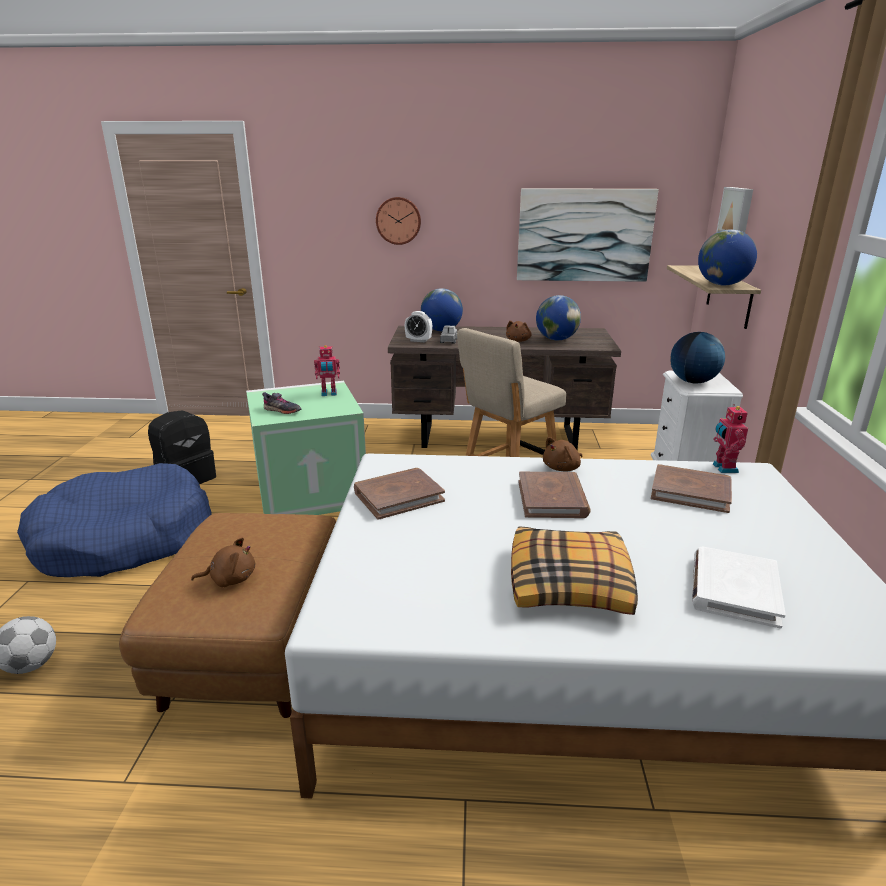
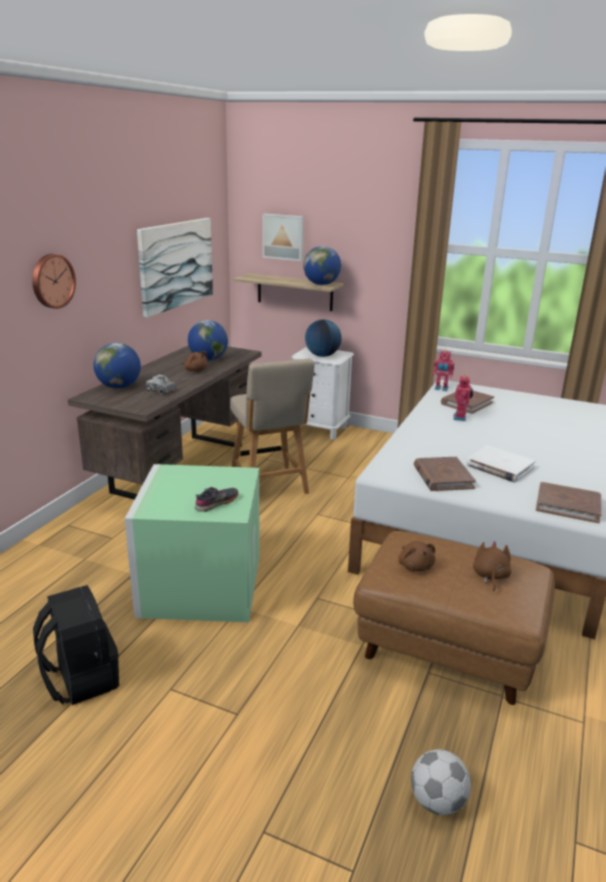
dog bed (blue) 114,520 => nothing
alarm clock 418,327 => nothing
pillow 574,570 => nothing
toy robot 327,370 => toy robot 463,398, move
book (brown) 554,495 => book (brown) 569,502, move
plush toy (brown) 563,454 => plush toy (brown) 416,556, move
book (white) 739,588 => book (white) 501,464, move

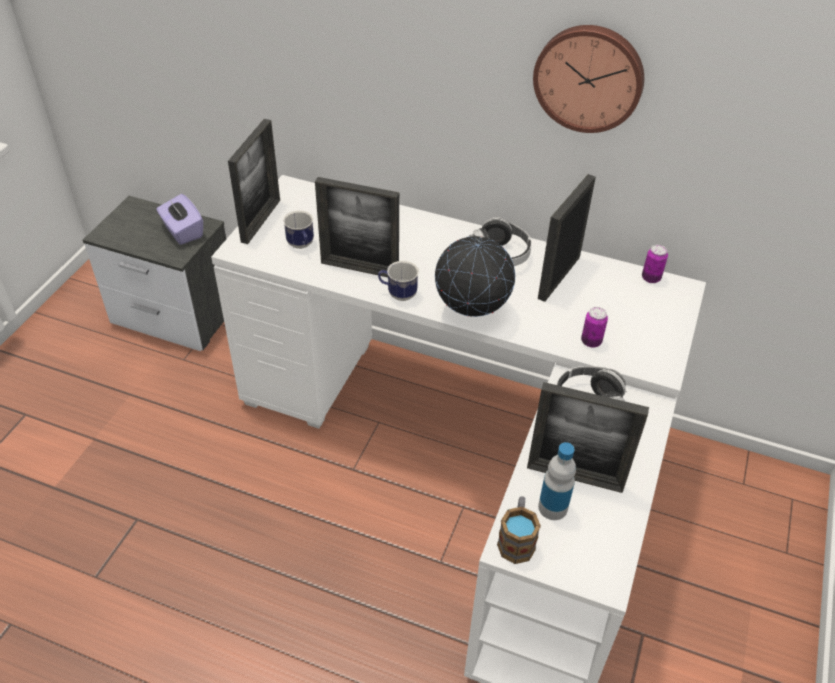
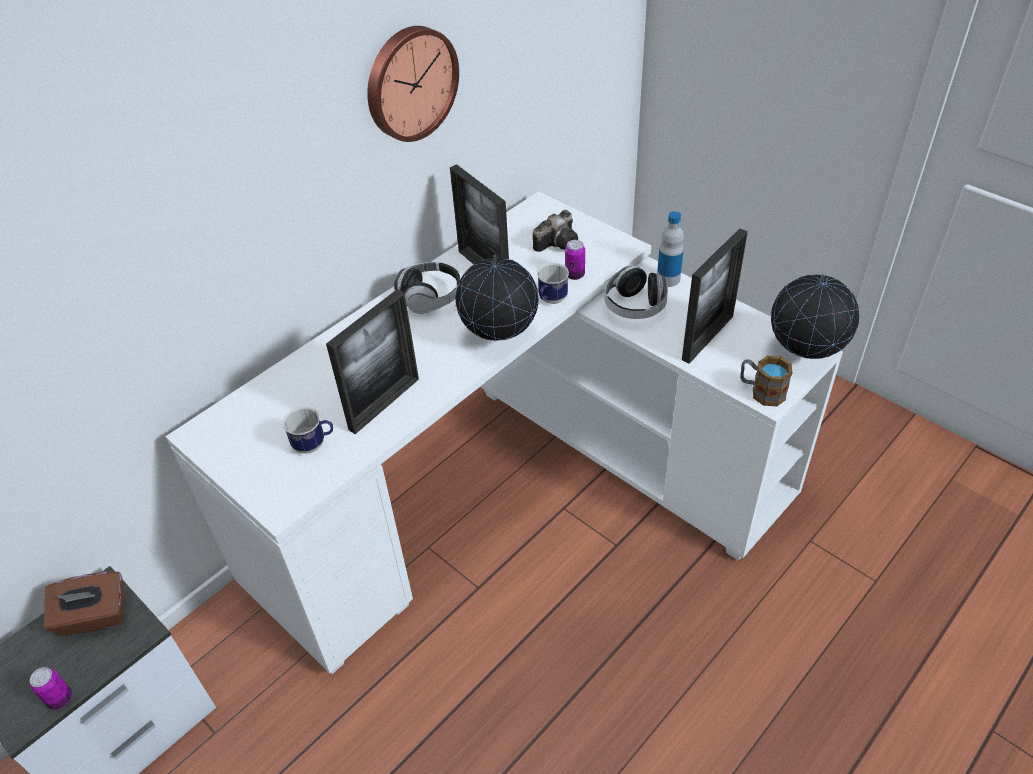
picture frame 254,181 => nothing
nothing => photo camera 555,231
nothing => globe 815,316
mug 398,281 => mug 553,283, move
bottle 557,481 => bottle 670,249, move
can 655,264 => can 51,688, move
tissue box (purple) 180,219 => tissue box (brown) 84,604

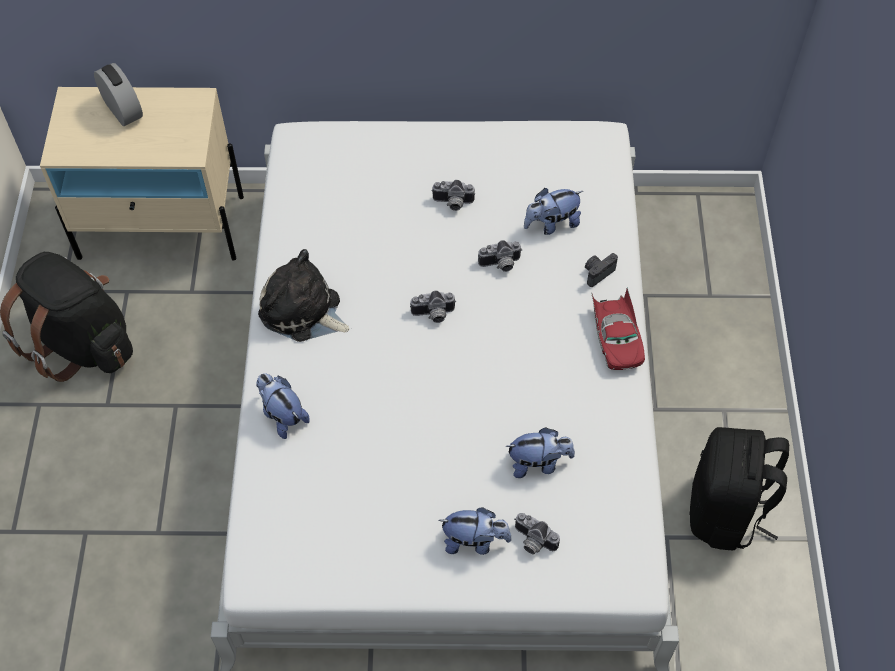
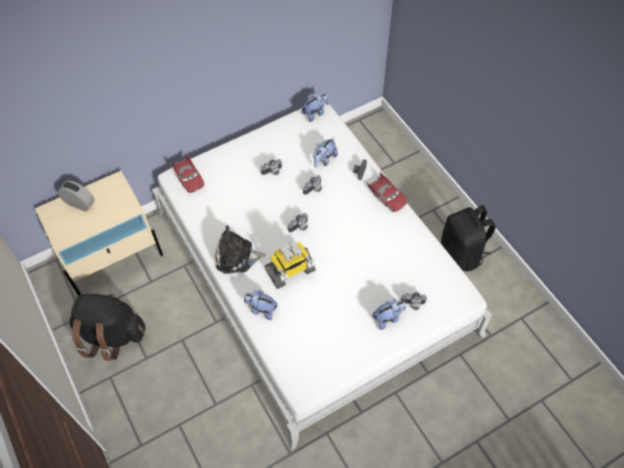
nothing => toy car (red) 186,173
nothing => toy robot 290,265
plush toy 540,452 => plush toy 315,107, move

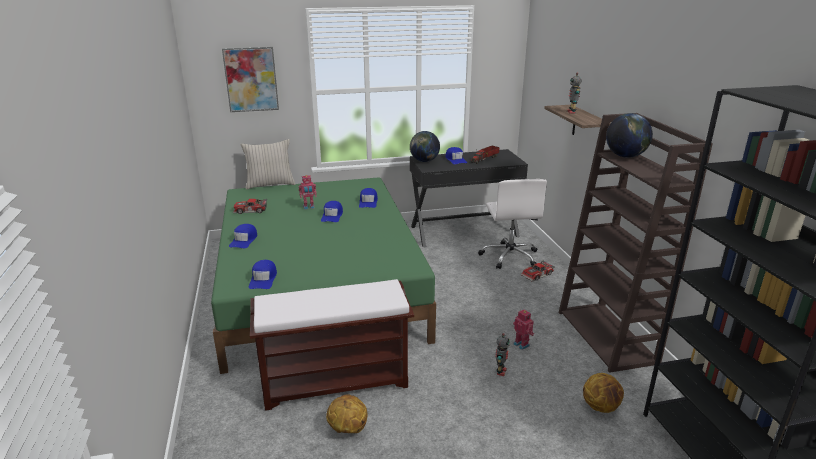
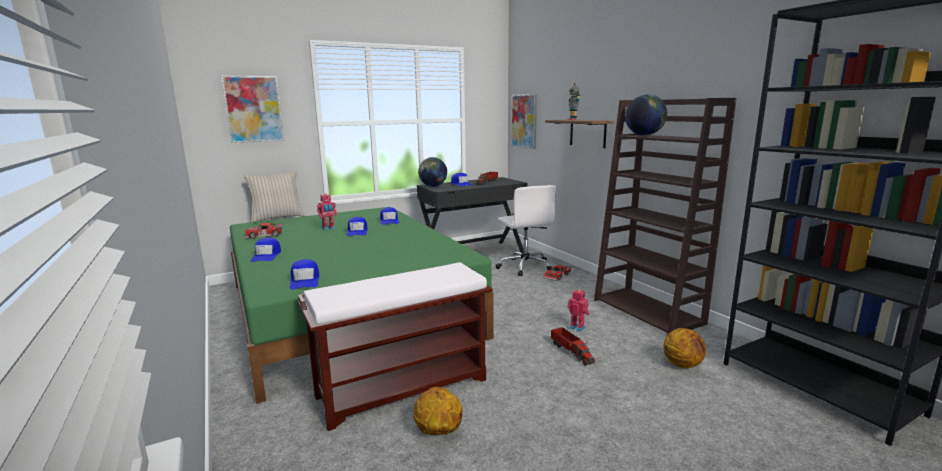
nothing => picture 524,121
toy robot 502,354 => toy truck 573,346

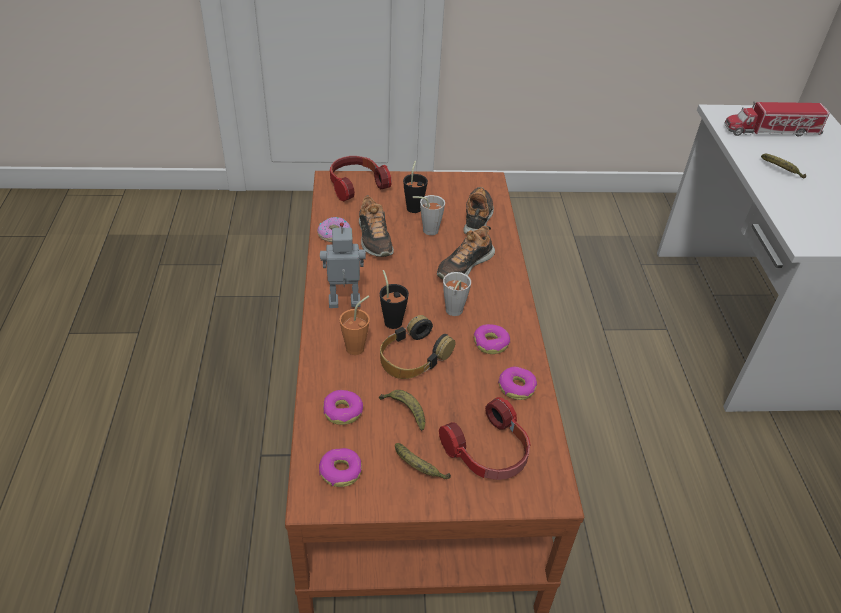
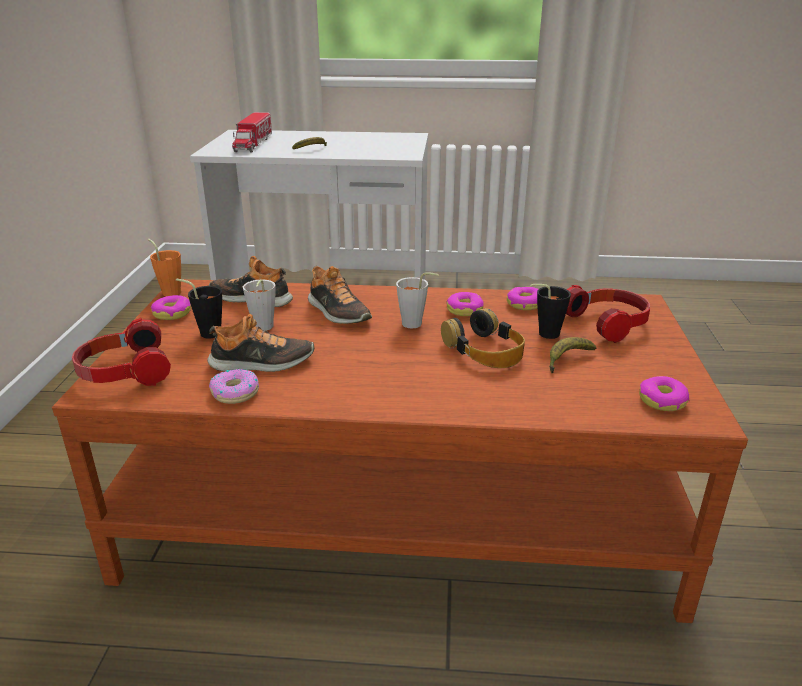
toy robot 343,265 => nothing
banana 423,461 => nothing
donut 343,407 => donut 171,307, move
cup (orange) 354,325 => cup (orange) 164,267, move
cup (black) 394,299 => cup (black) 550,311, move

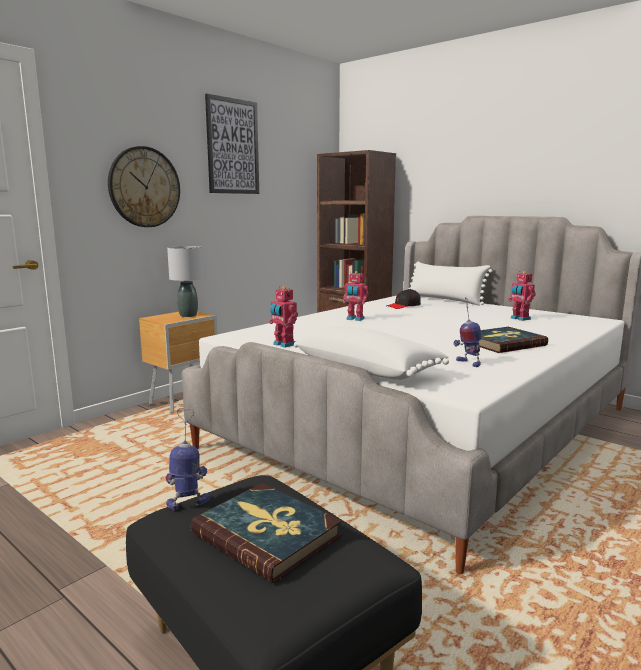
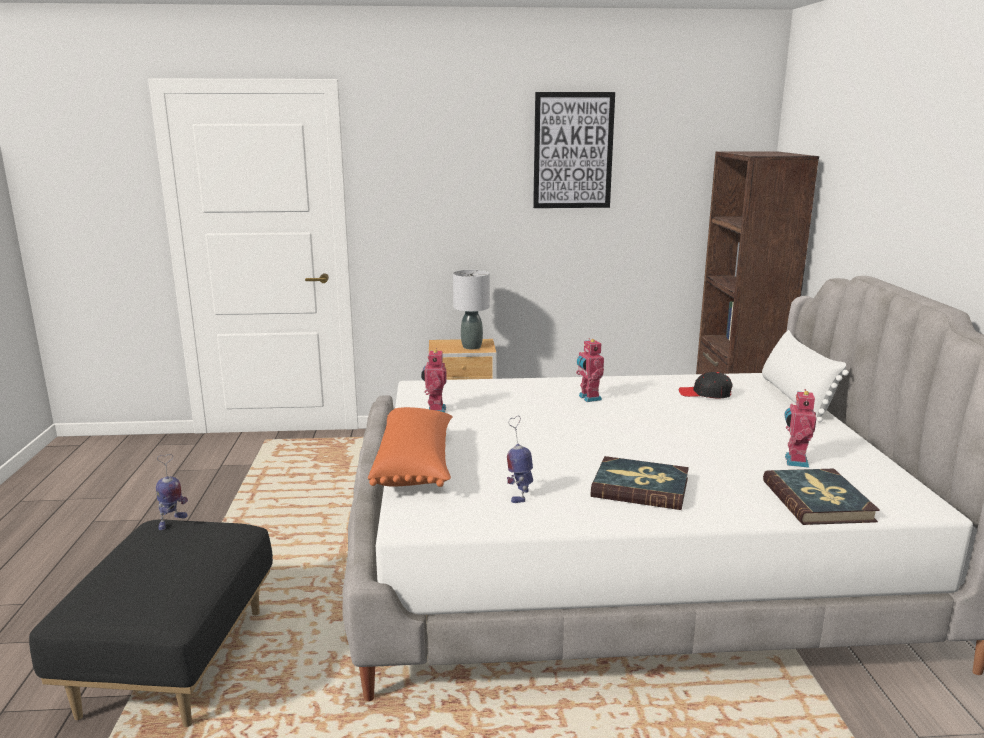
wall clock 144,186 => nothing
book 266,533 => book 821,497, move
pillow (white) 371,353 => pillow (orange) 410,447
toy robot 188,459 => toy robot 172,492, 90 degrees clockwise

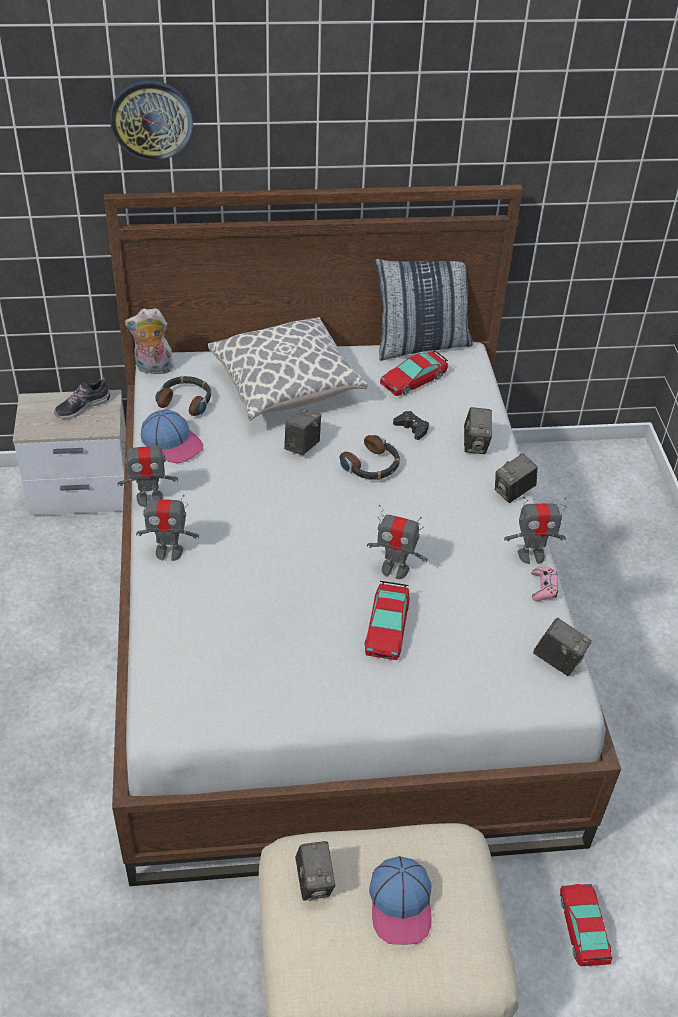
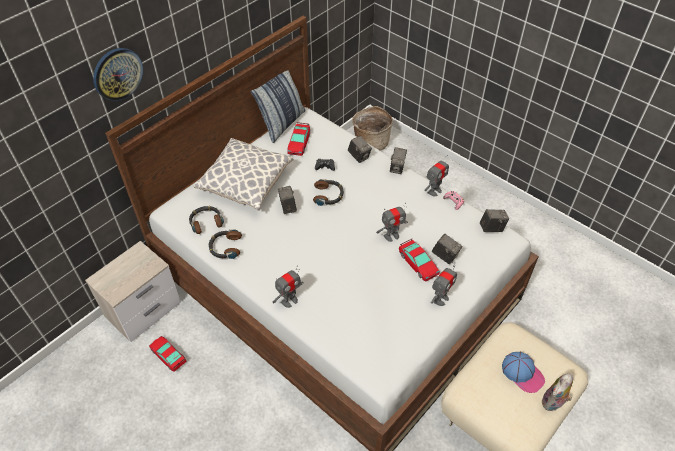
shoe 82,398 => nothing
nothing => basket 372,128
toy robot 147,473 => toy robot 444,286, move
plush toy 149,341 => plush toy 557,392, move
photo camera 315,871 => photo camera 447,249, move
toy car 586,925 => toy car 168,354, move
cap 172,436 => headphones 225,244

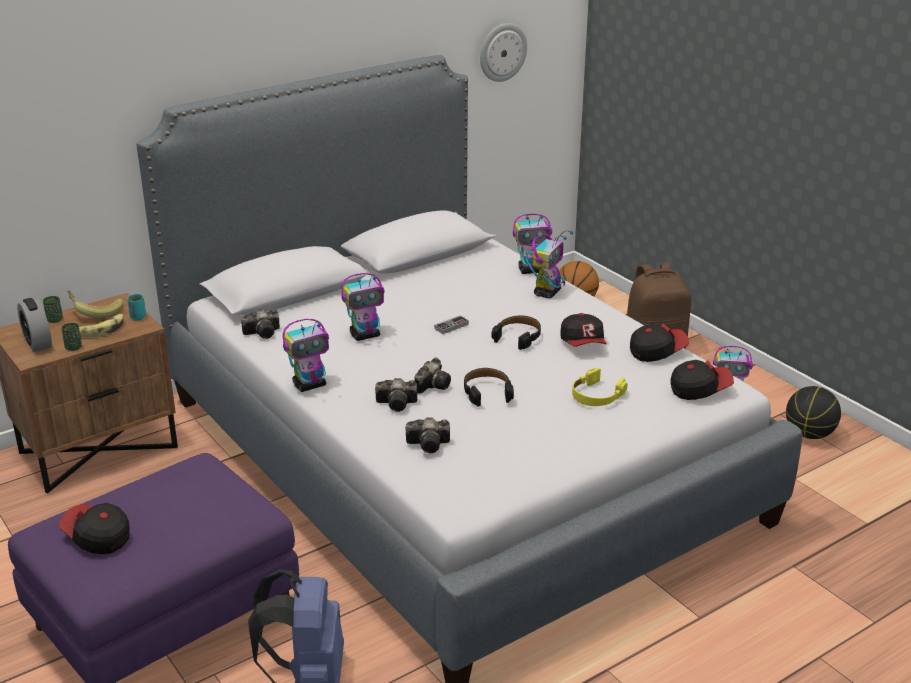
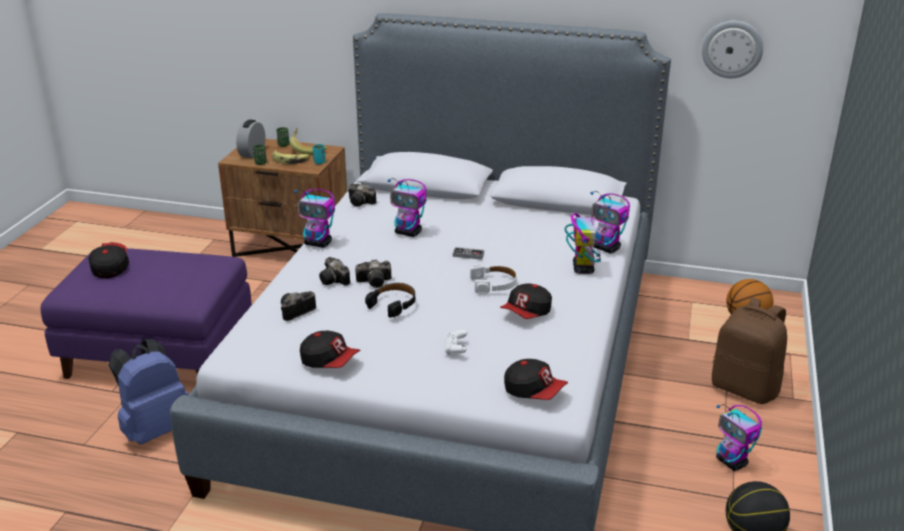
cap 659,343 => cap 330,349, move
headphones (yellow) 599,387 => game controller (white) 456,342
headphones (black) 516,333 => headphones (white) 493,279
photo camera 428,435 => photo camera 298,306, 90 degrees clockwise
toy robot 549,264 => toy robot 587,239, 75 degrees counterclockwise

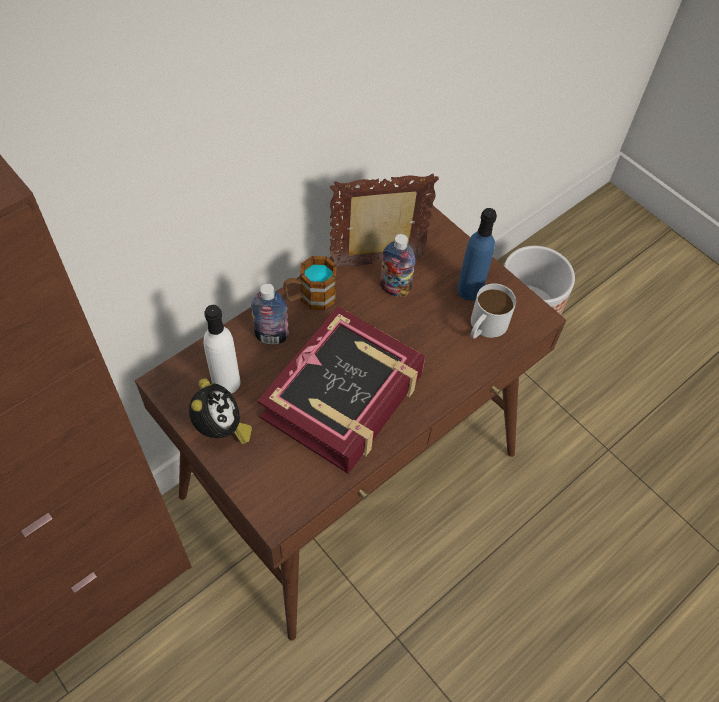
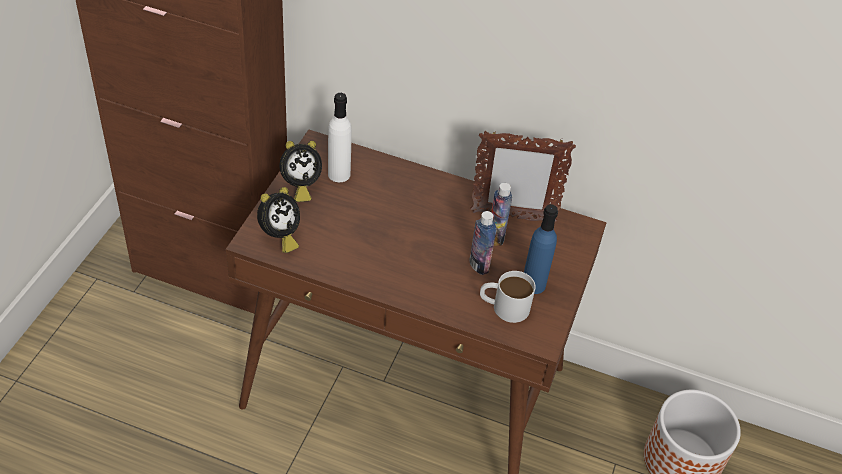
book 341,390 => nothing
mug 310,283 => nothing
nothing => alarm clock 278,220
bottle 270,314 => bottle 482,243, move
picture frame 384,220 => picture frame 523,176, 135 degrees clockwise

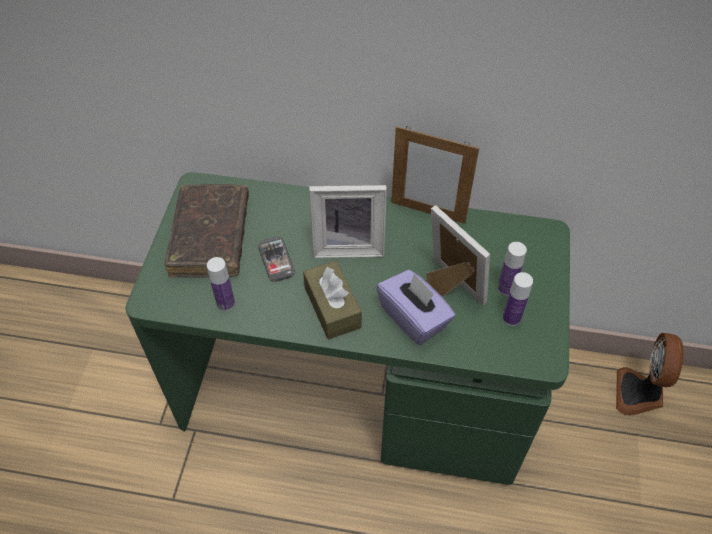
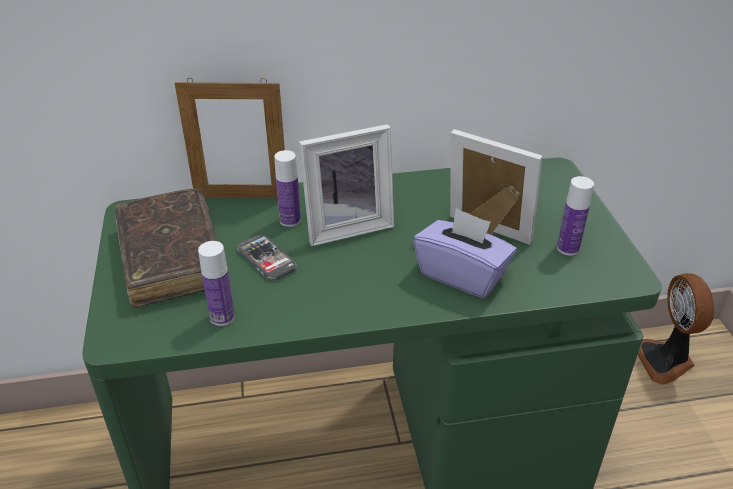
tissue box (brown) 332,300 => nothing
picture frame 435,175 => picture frame 230,138, move
bottle 512,269 => bottle 287,188, move

